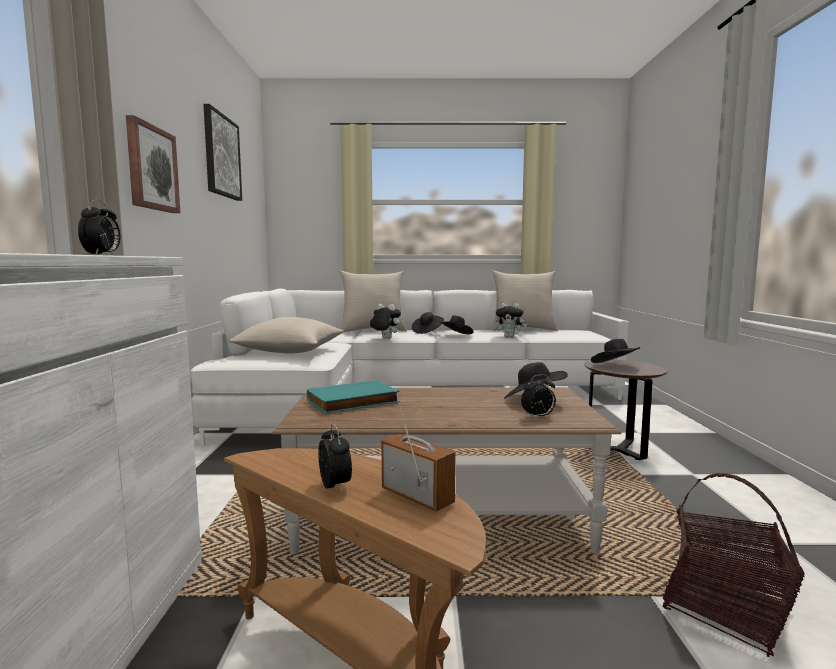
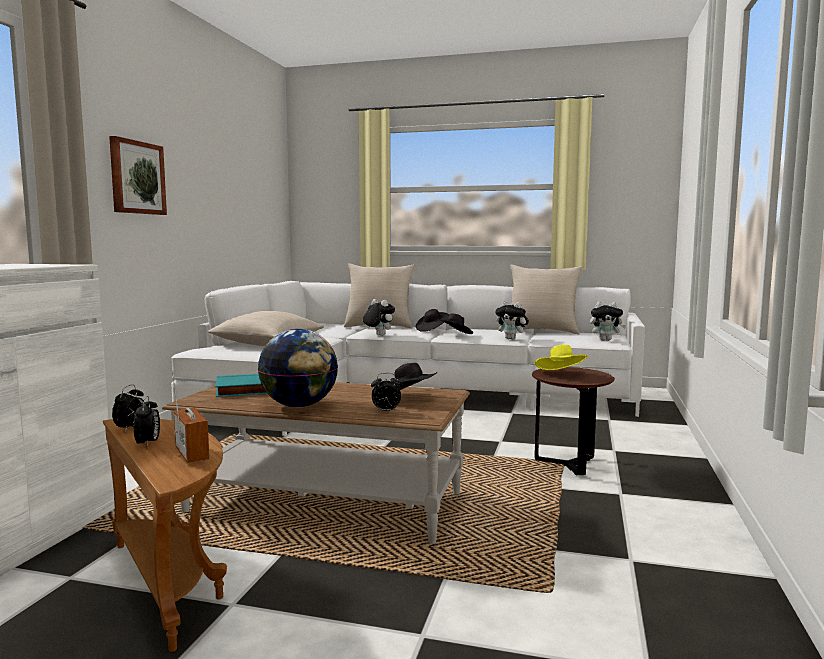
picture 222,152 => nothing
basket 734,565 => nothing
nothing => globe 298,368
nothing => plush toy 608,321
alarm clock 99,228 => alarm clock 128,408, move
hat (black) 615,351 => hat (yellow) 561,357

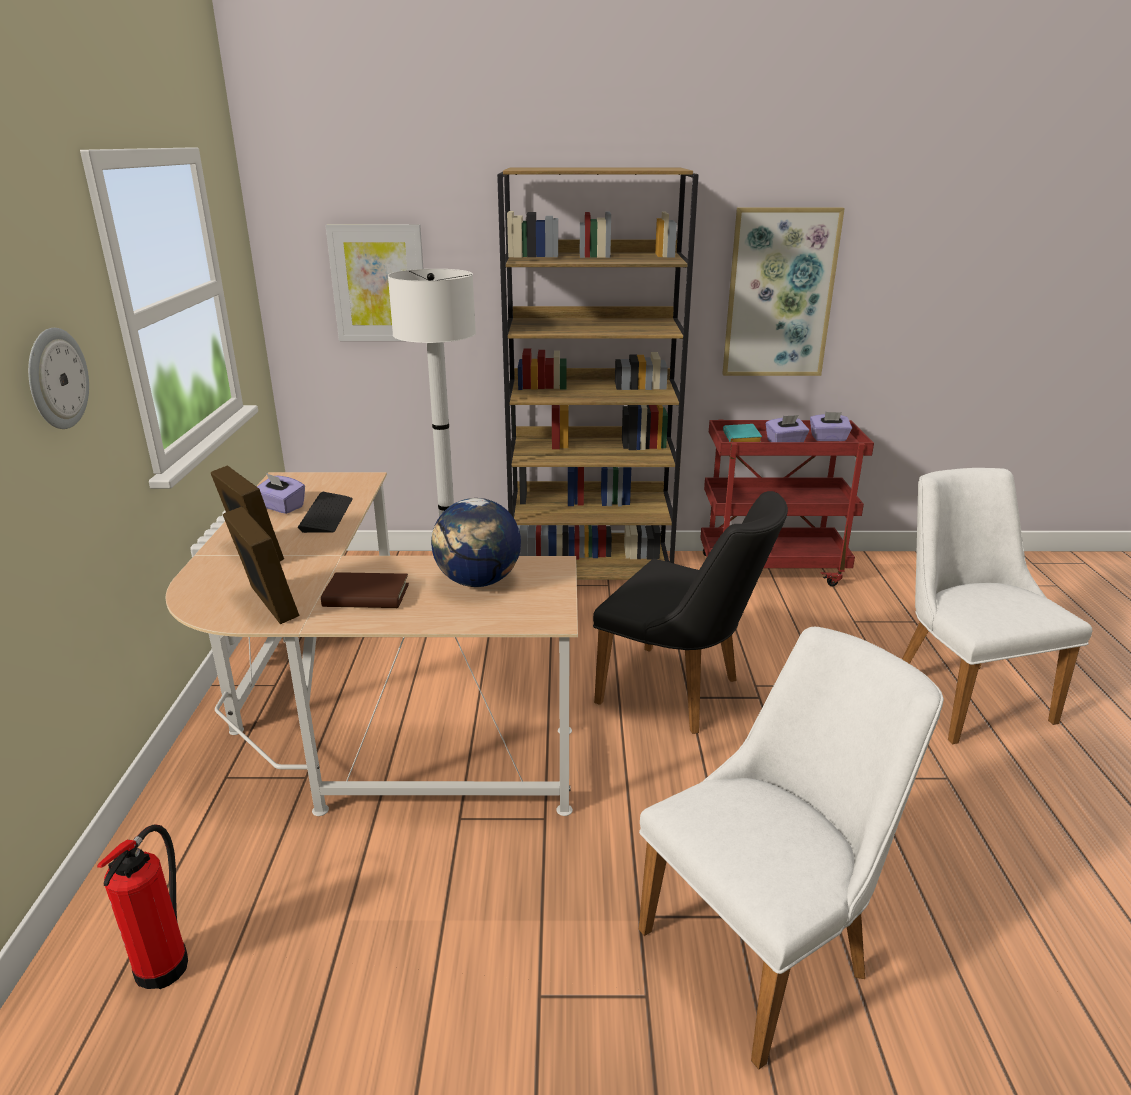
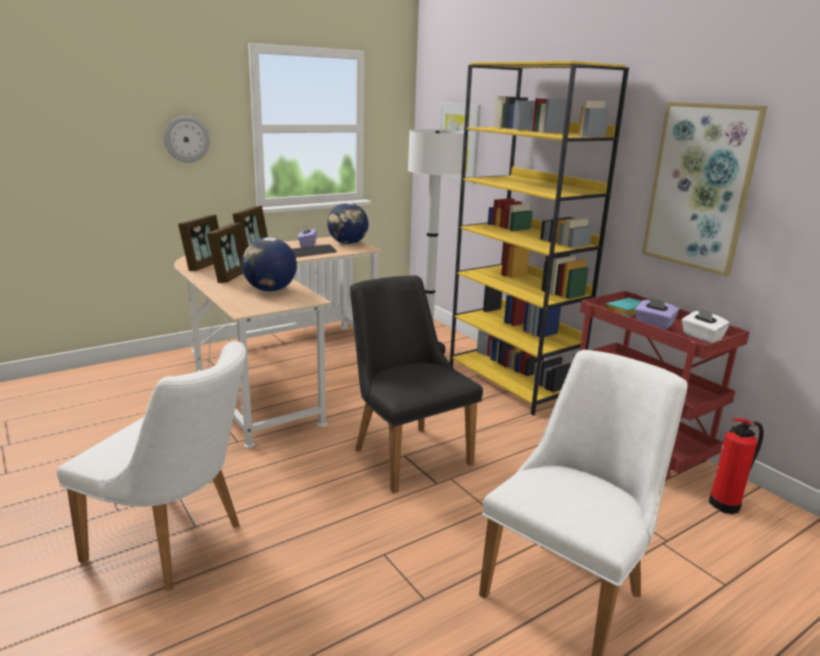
nothing => globe 348,223
fire extinguisher 142,906 => fire extinguisher 736,466, move
book (brown) 365,590 => picture frame 226,253
bookcase (brown) 598,374 => bookcase (yellow) 539,238
tissue box (purple) 831,426 => tissue box (white) 706,325
chair (black) 690,612 => chair (black) 416,384, 150 degrees clockwise

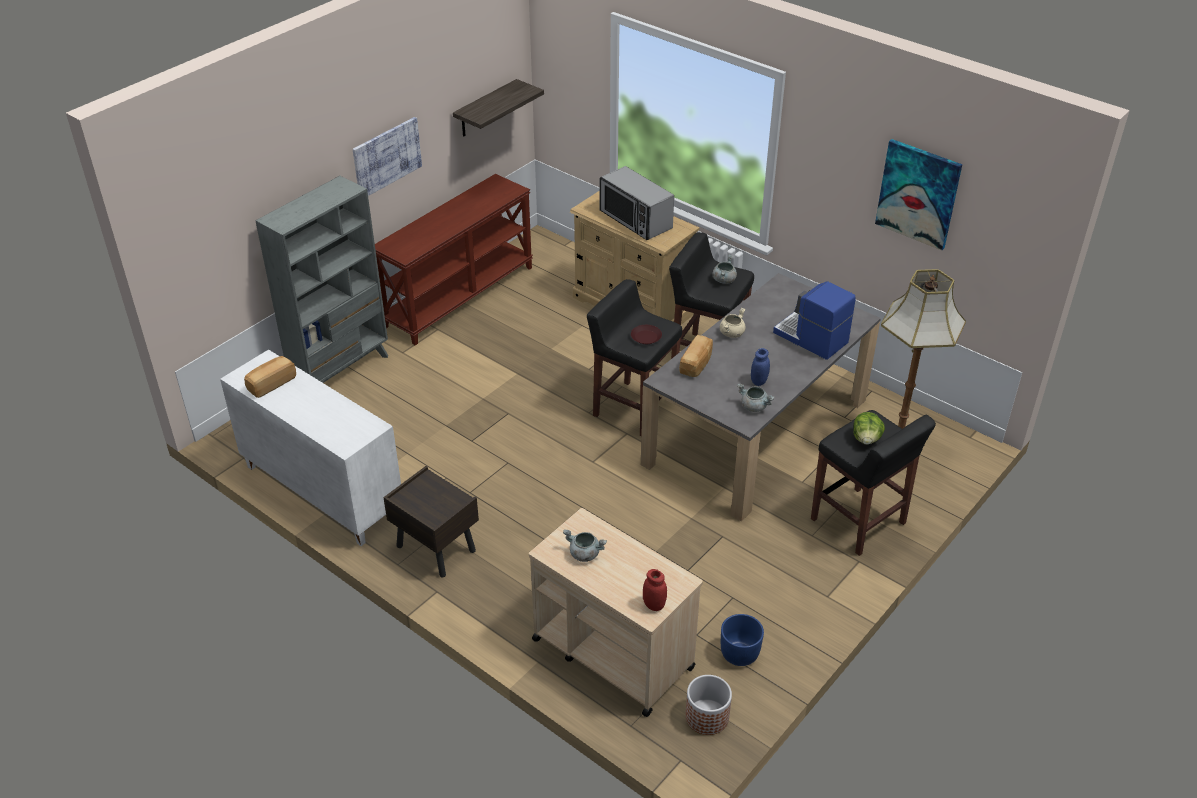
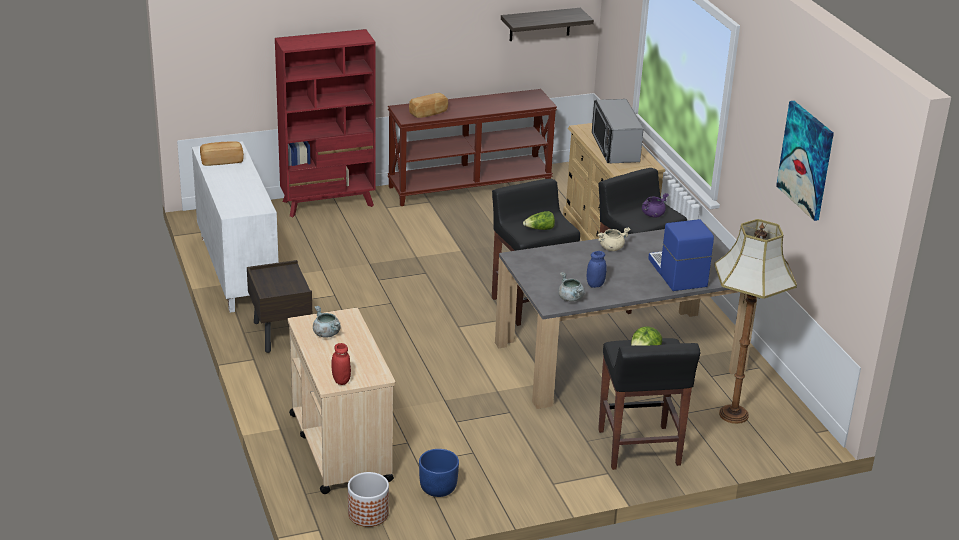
picture 387,156 => nothing
bread 696,356 => bread 428,105, move
plate (brown) 646,334 => lettuce 539,220
bookcase (grey) 321,279 => bookcase (red) 325,123
cooking pot (grey) 725,269 => cooking pot (purple) 655,205

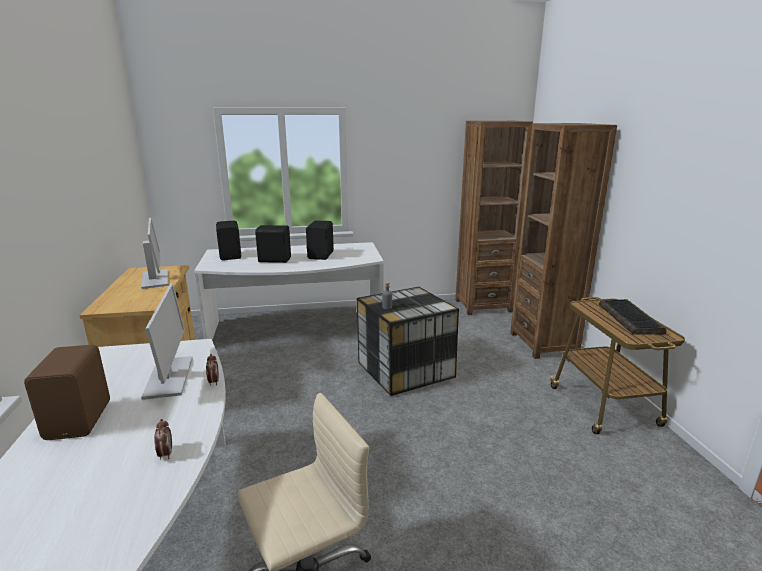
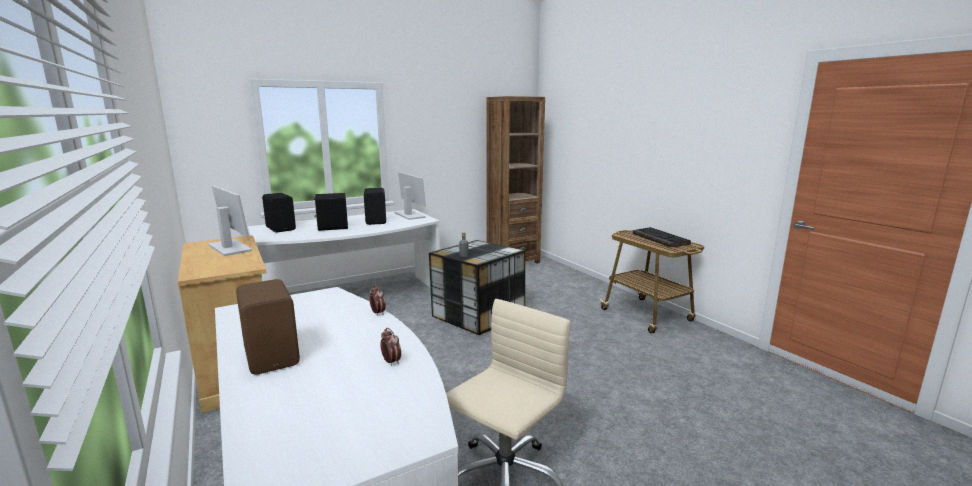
bookcase (brown) 563,241 => nothing
monitor 167,341 => monitor 410,196, move

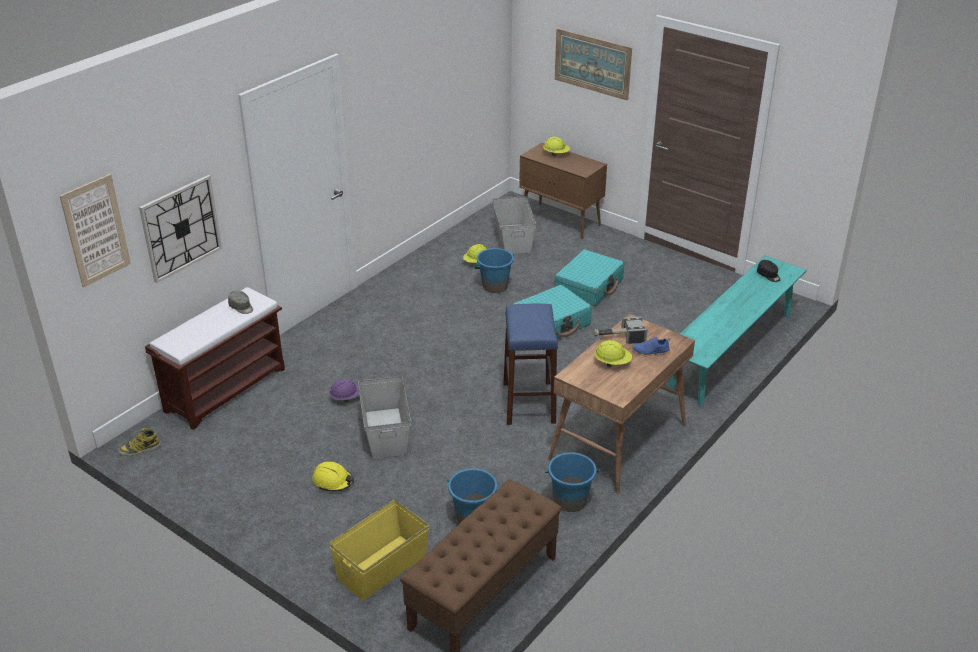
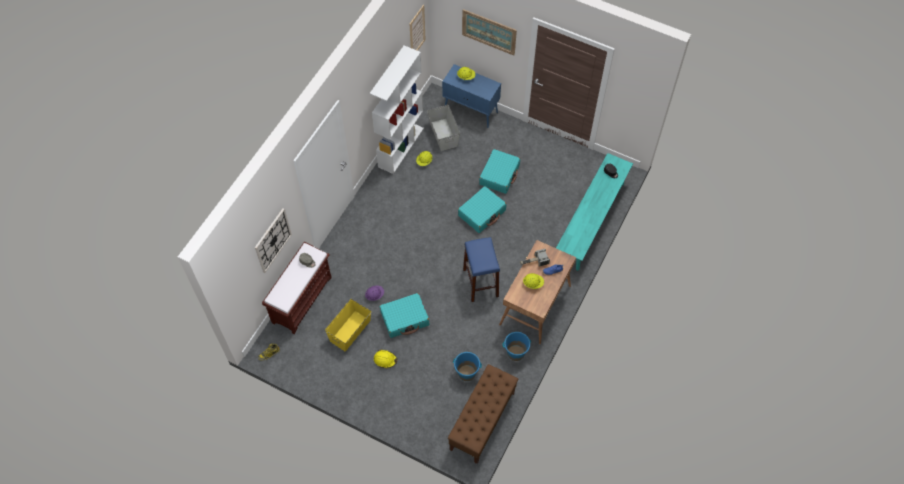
bucket (blue) 494,270 => nothing
nothing => bookcase (white) 397,109
picture 95,231 => picture 417,27, move
storage box (yellow) 379,550 => storage box (yellow) 348,325, move
storage box (grey) 384,417 => suitcase (turquoise) 404,315
cabinet (brown) 563,191 => cabinet (blue) 471,96

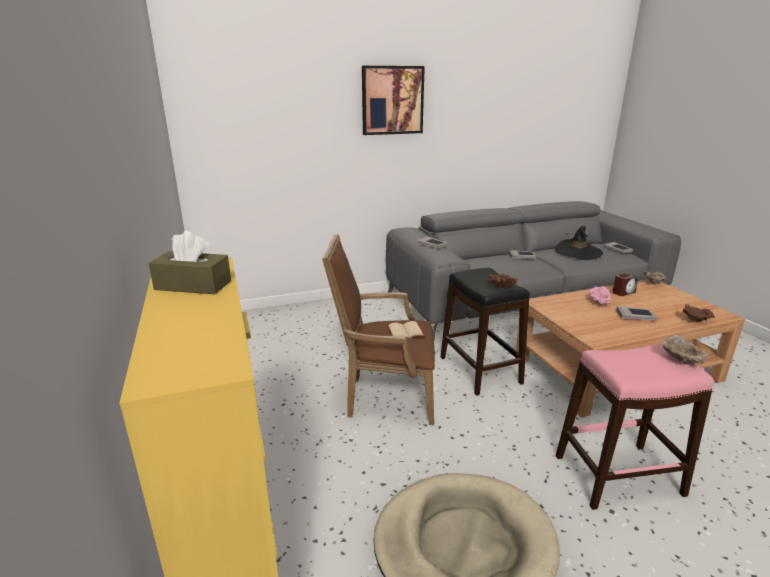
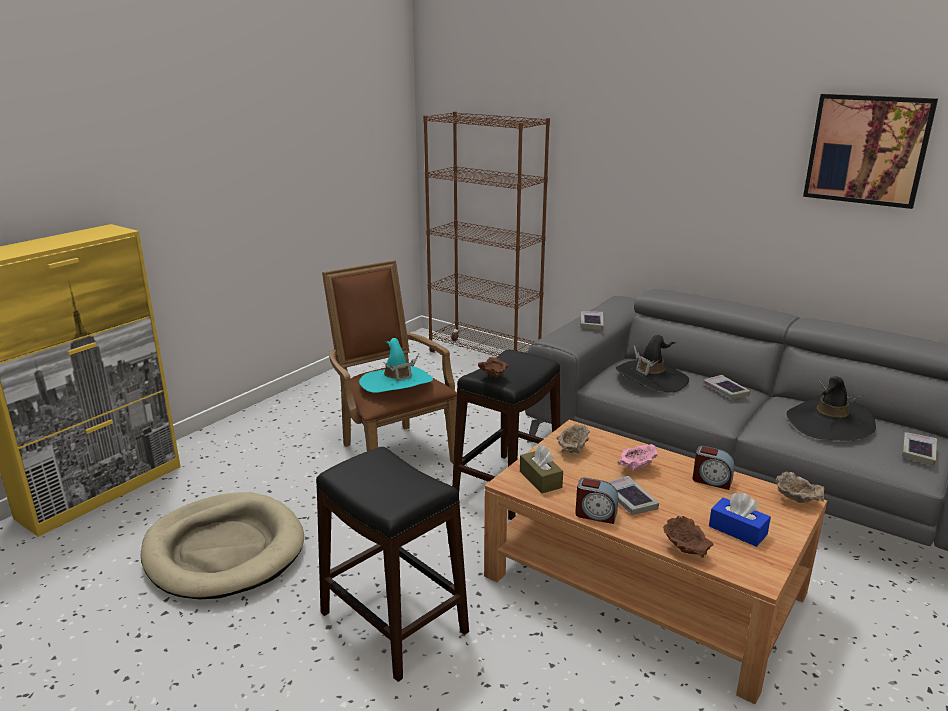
nothing => bookcase (brown) 486,233
nothing => alarm clock 596,500
nothing => hat (black) 652,364
nothing => tissue box (blue) 740,520
tissue box (brown) 189,262 => tissue box (brown) 541,469, move
picture 393,100 => picture 870,151, move
bowl (beige) 686,349 => bowl (beige) 573,439, move
book (beige) 406,330 => hat (turquoise) 396,365
stool (pink) 635,427 => stool (black) 392,564

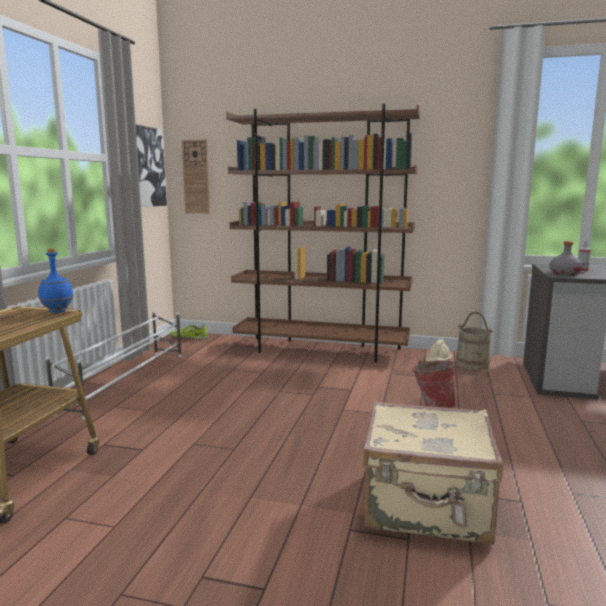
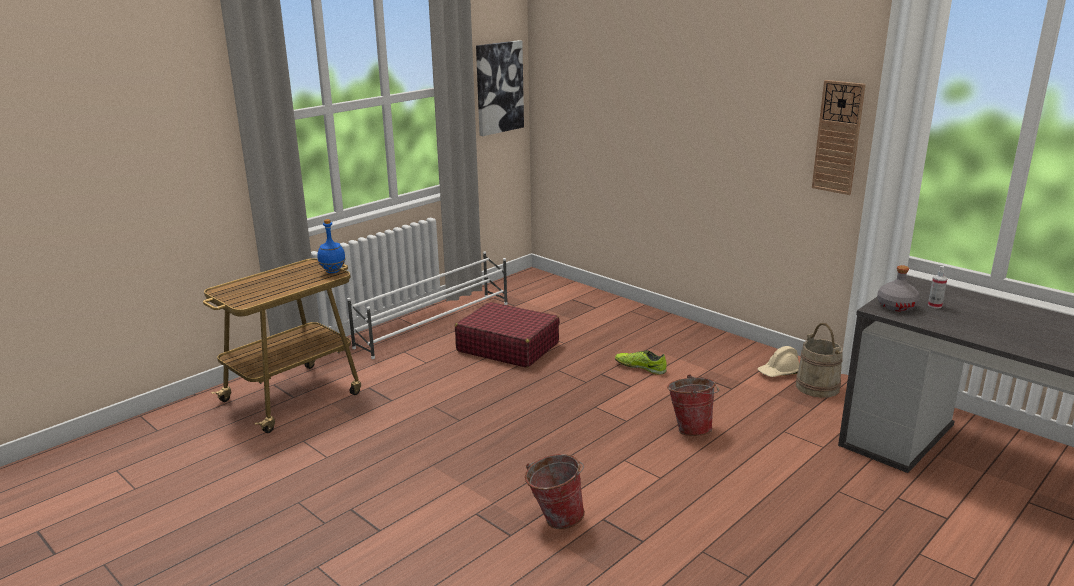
bookcase (brown) 323,233 => nothing
nothing => suitcase (red) 507,335
shoe 188,332 => shoe 641,362, move
wall clock 196,177 => wall clock 839,137, move
suitcase (beige) 432,473 => bucket 555,491

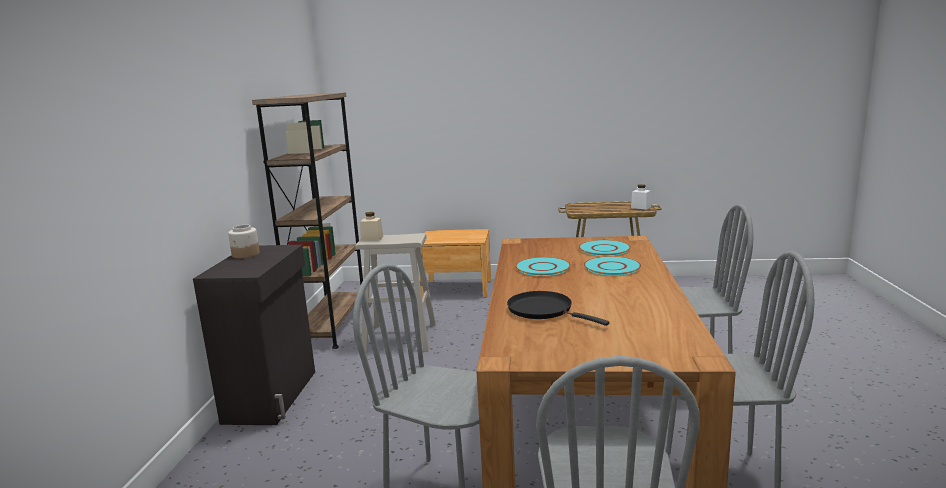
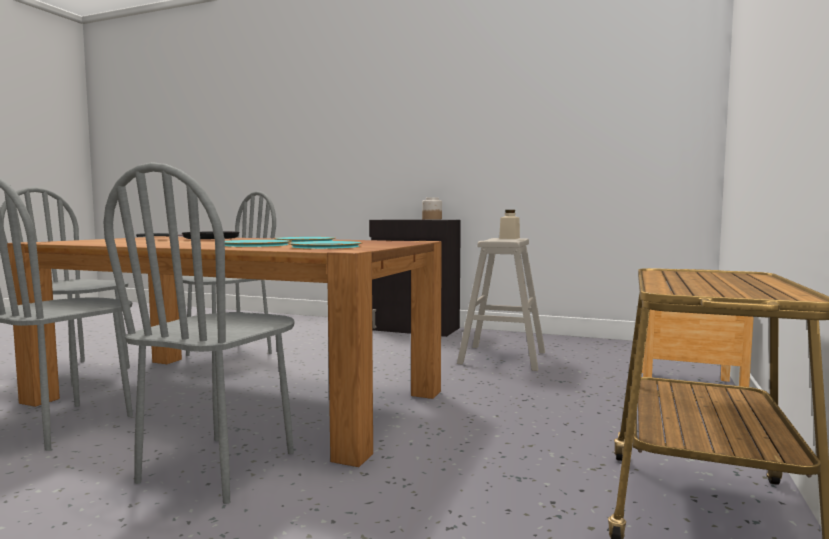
bookcase (brown) 307,220 => nothing
jar (white) 641,197 => nothing

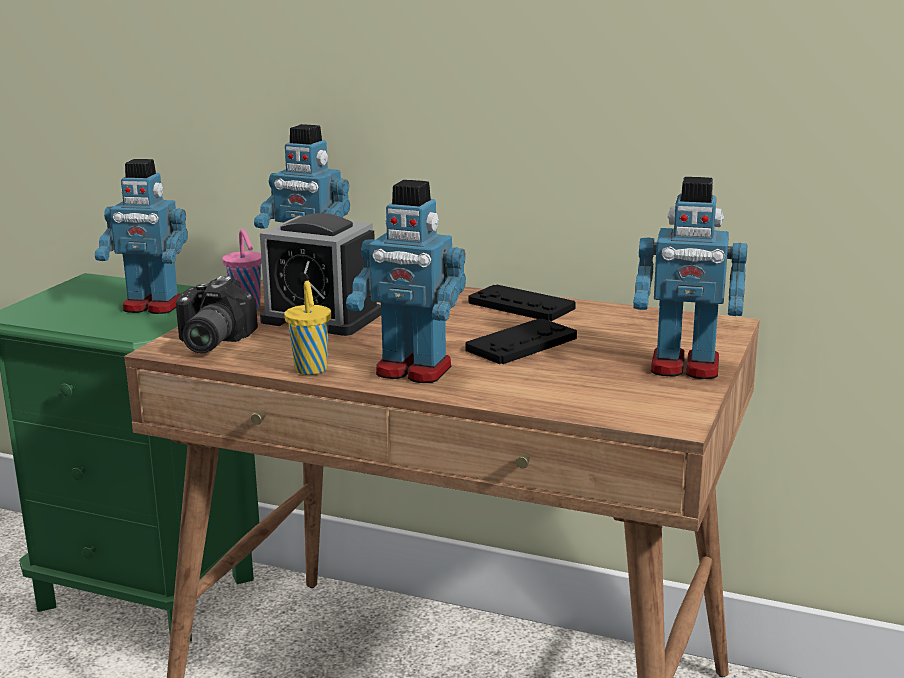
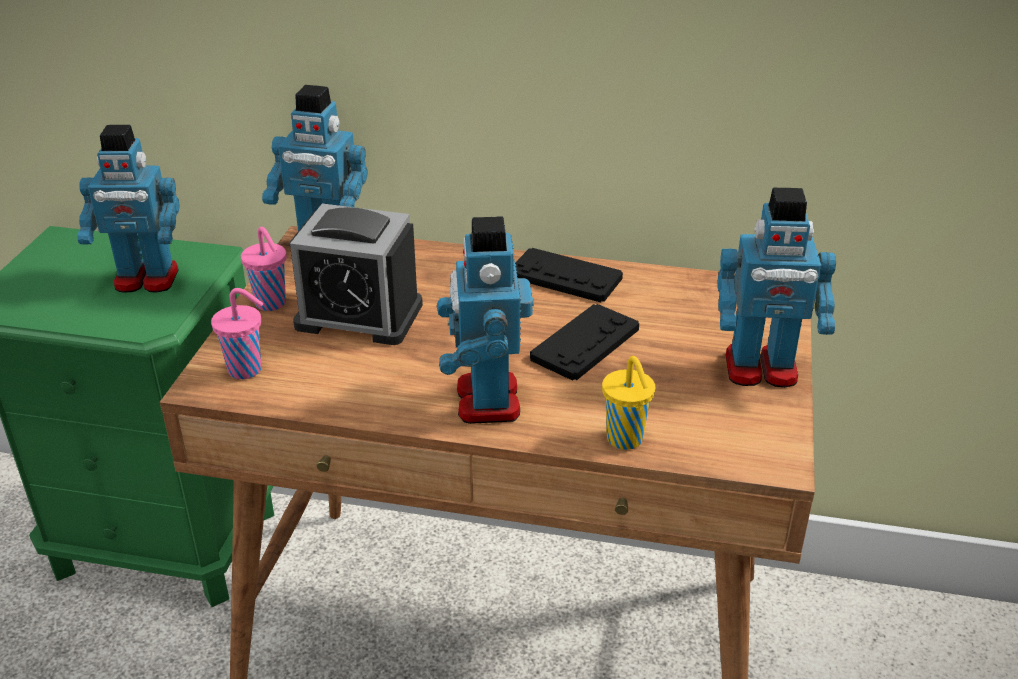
cup (yellow) 307,328 => cup (yellow) 628,403, move
photo camera 217,314 => cup (pink) 237,333
toy robot 406,281 => toy robot 485,320, 75 degrees clockwise

